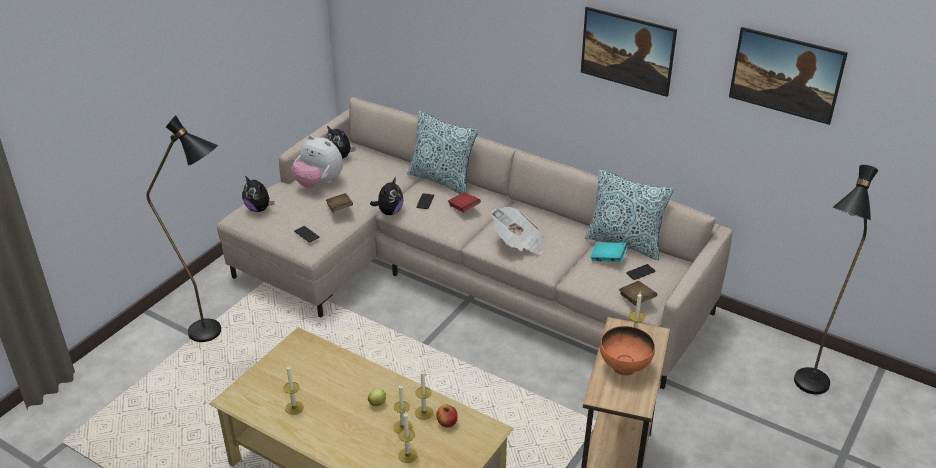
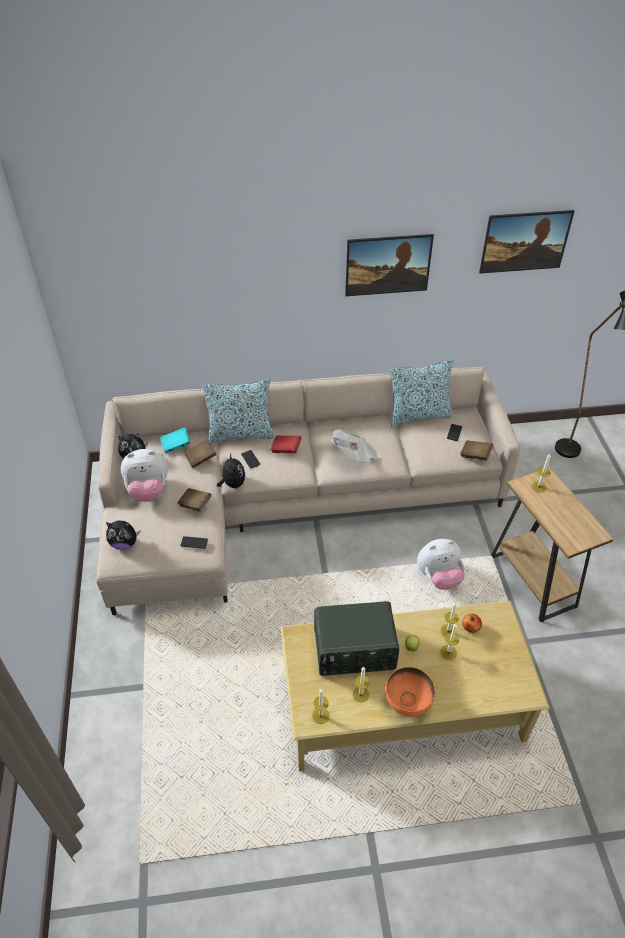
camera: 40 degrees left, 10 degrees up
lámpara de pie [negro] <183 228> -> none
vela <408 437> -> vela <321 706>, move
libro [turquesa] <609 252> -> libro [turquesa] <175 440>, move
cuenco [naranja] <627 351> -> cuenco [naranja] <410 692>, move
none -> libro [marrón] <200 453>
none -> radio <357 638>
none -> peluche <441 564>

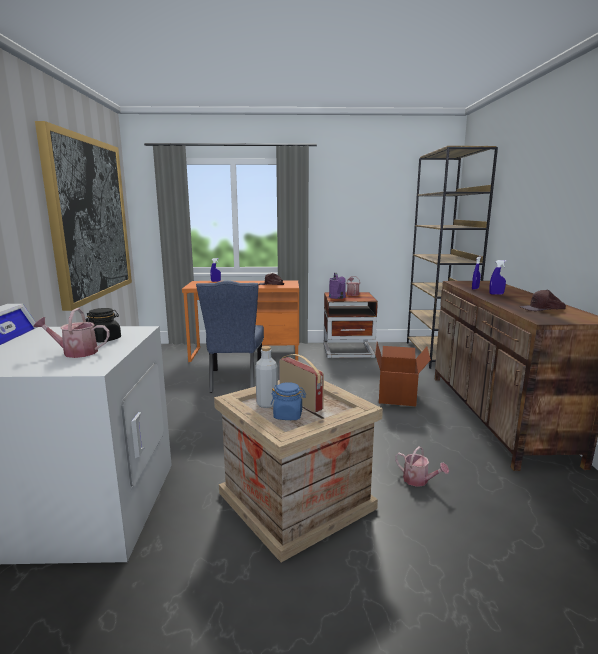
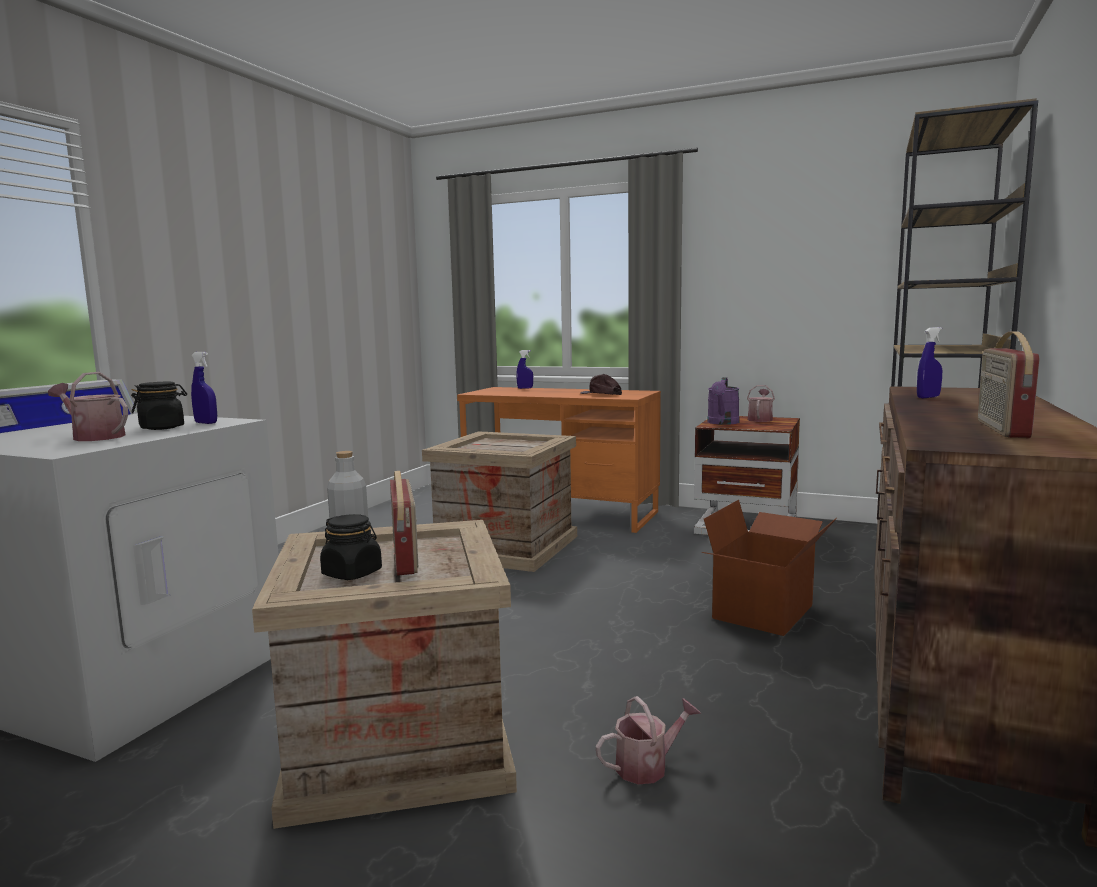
camera: 25 degrees right, 5 degrees down
cuadro <83 216> -> none
silla [azul] <230 337> -> caja de embalaje <499 501>
tarro [azul] <288 401> -> tarro [negro] <351 547>
regadera <422 467> -> regadera <648 740>, 90 degrees counterclockwise
pulverizador [azul] <498 277> -> pulverizador [azul] <204 388>, move
gorra [marrón] <542 300> -> radio <1009 384>

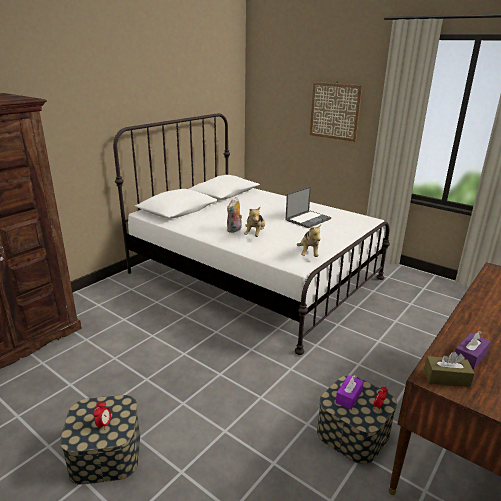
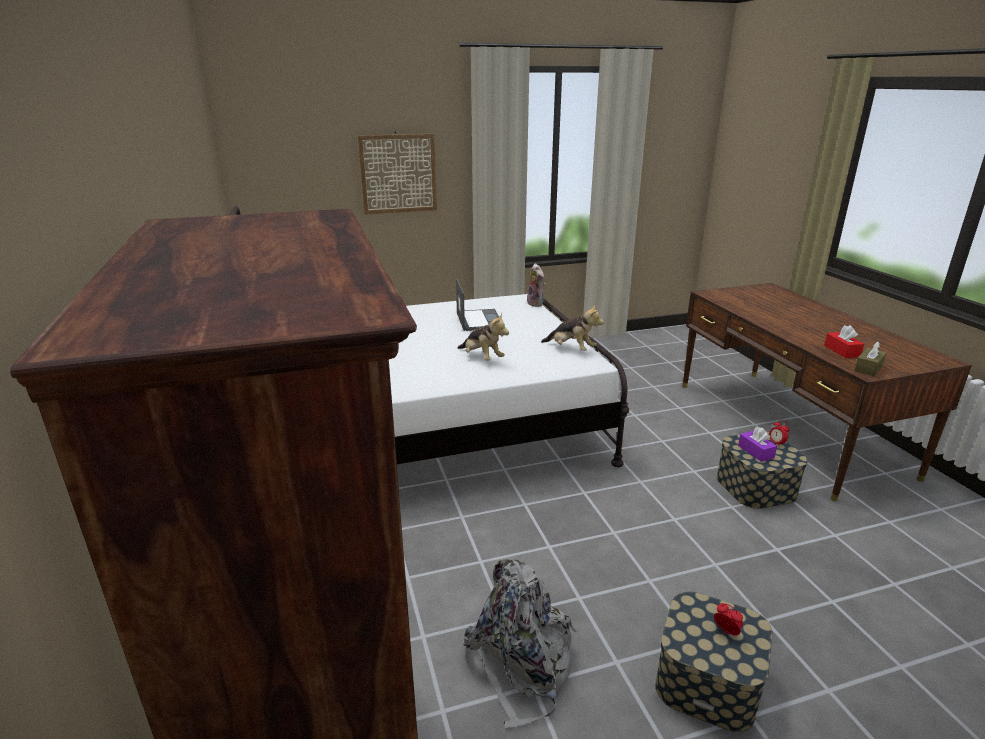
camera: 55 degrees left, 0 degrees up
peluche <234 215> -> peluche <535 285>, move
caja de pañuelos [morado] <473 350> -> caja de pañuelos [rojo] <844 341>
none -> mochila [gris] <519 644>

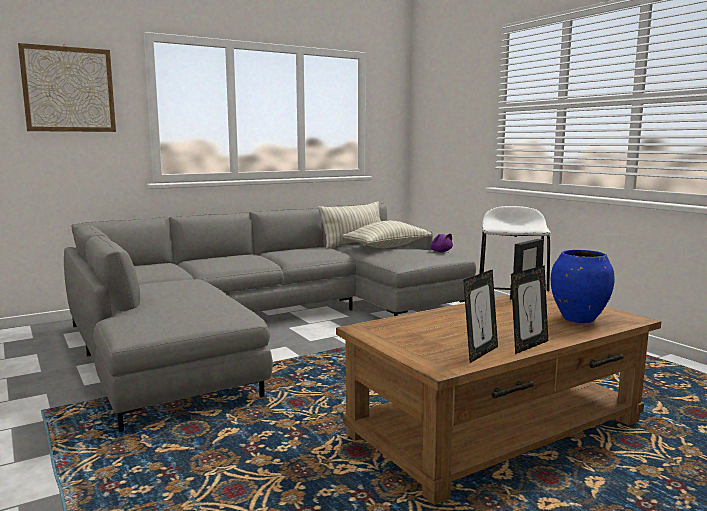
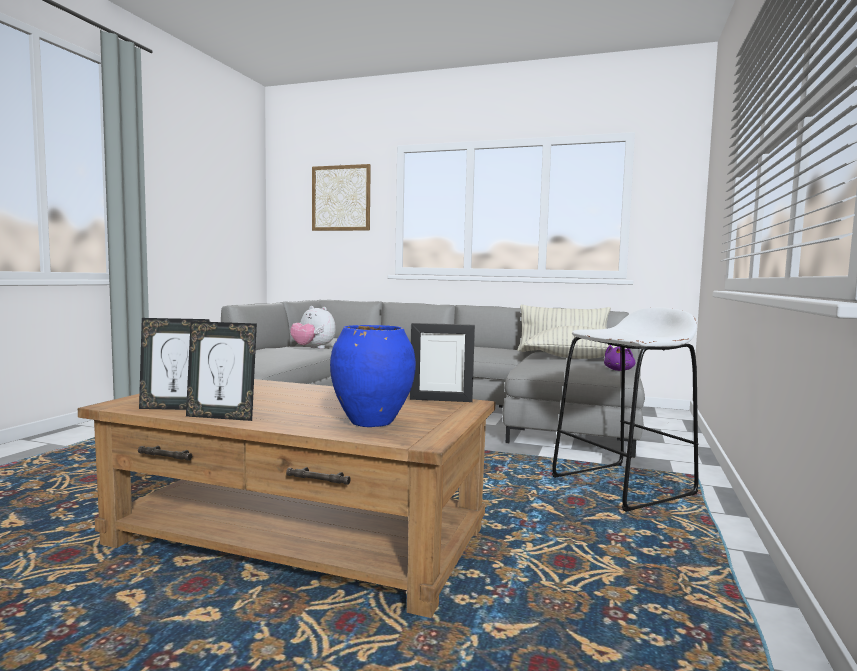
camera: 50 degrees right, 5 degrees down
none -> peluche <313 327>

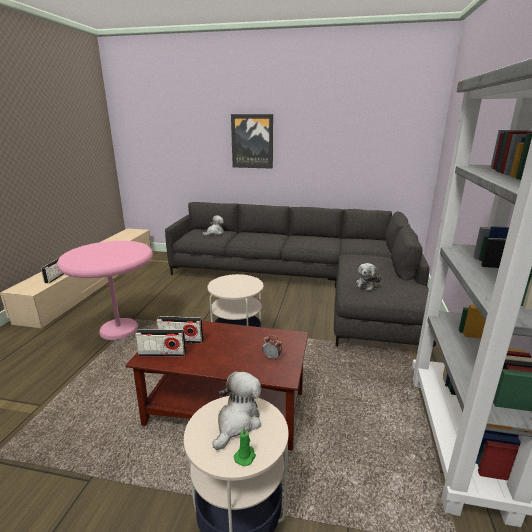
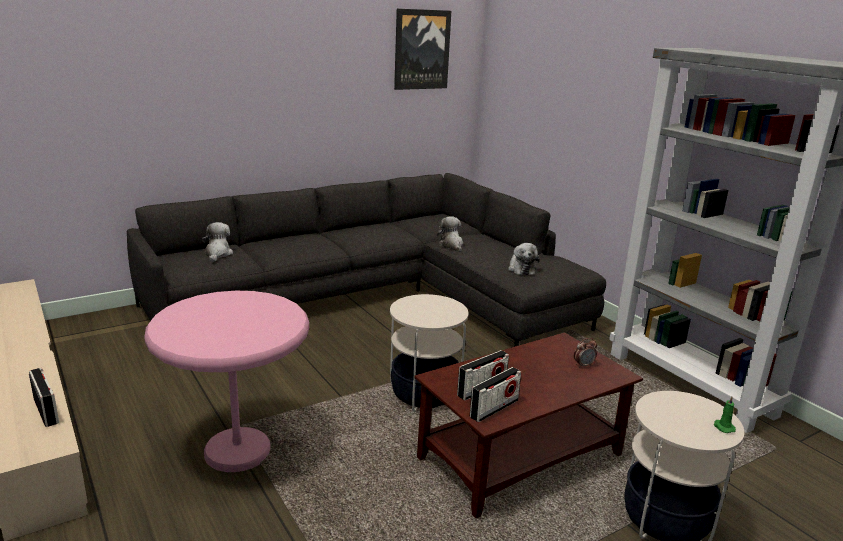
camera: 45 degrees left, 0 degrees up
peluche <237 410> -> peluche <450 234>, move
cuadro <252 141> -> cuadro <422 49>, move

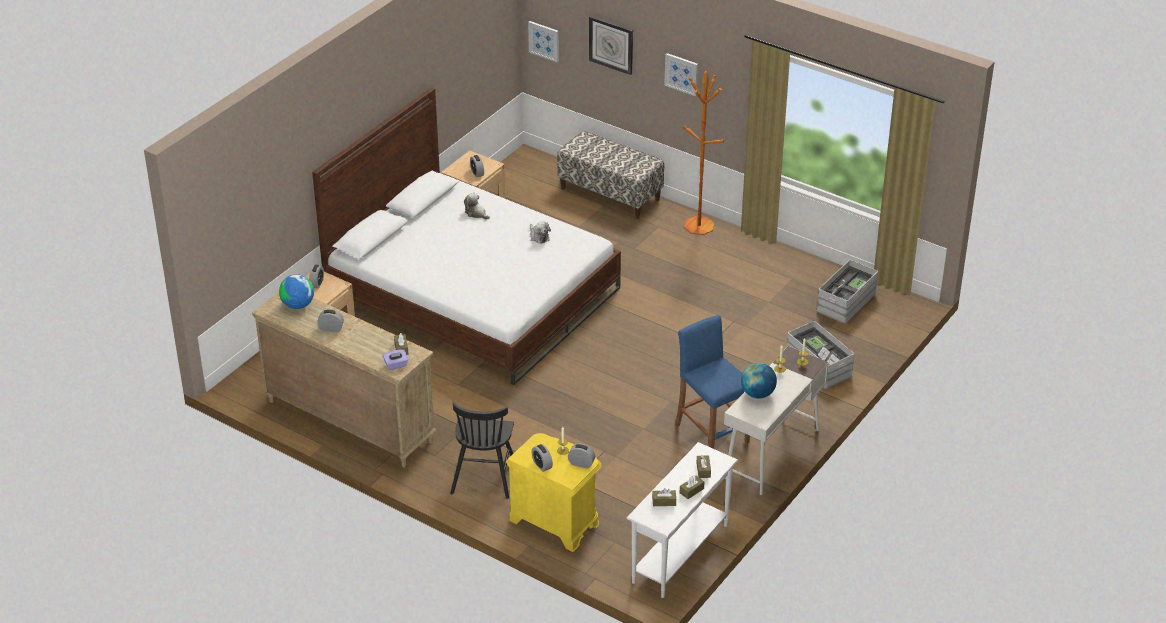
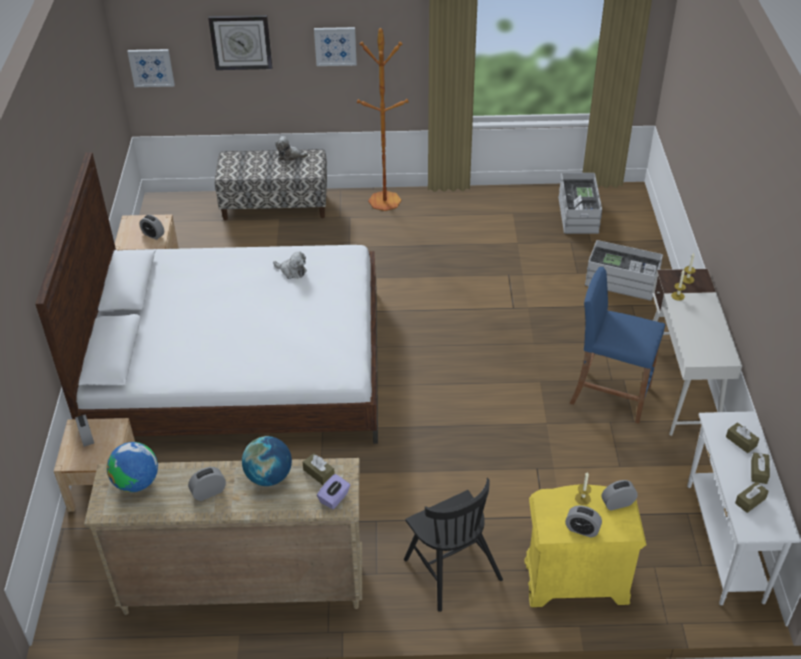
camera: 35 degrees left, 5 degrees up
peluche <477 206> -> peluche <291 149>, move
globo terráqueo <759 380> -> globo terráqueo <267 461>, move

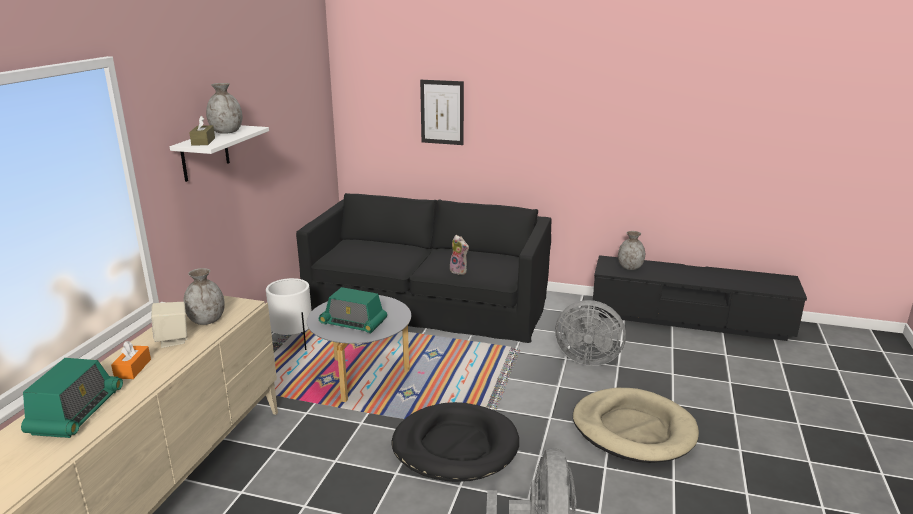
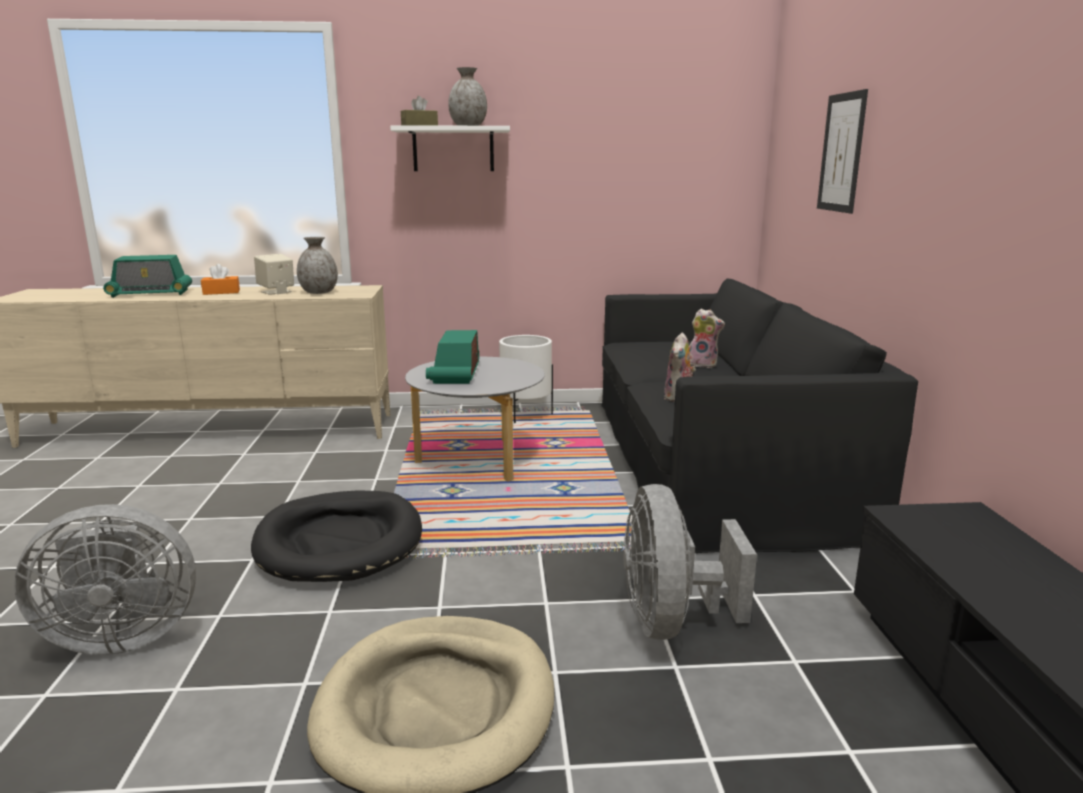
camera: 70 degrees right, 5 degrees down
florero [gris] <631 250> -> none
none -> peluche <707 338>

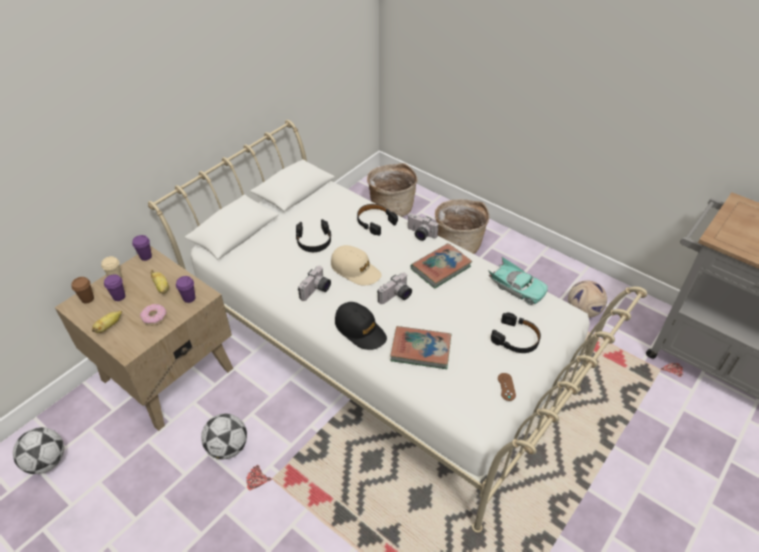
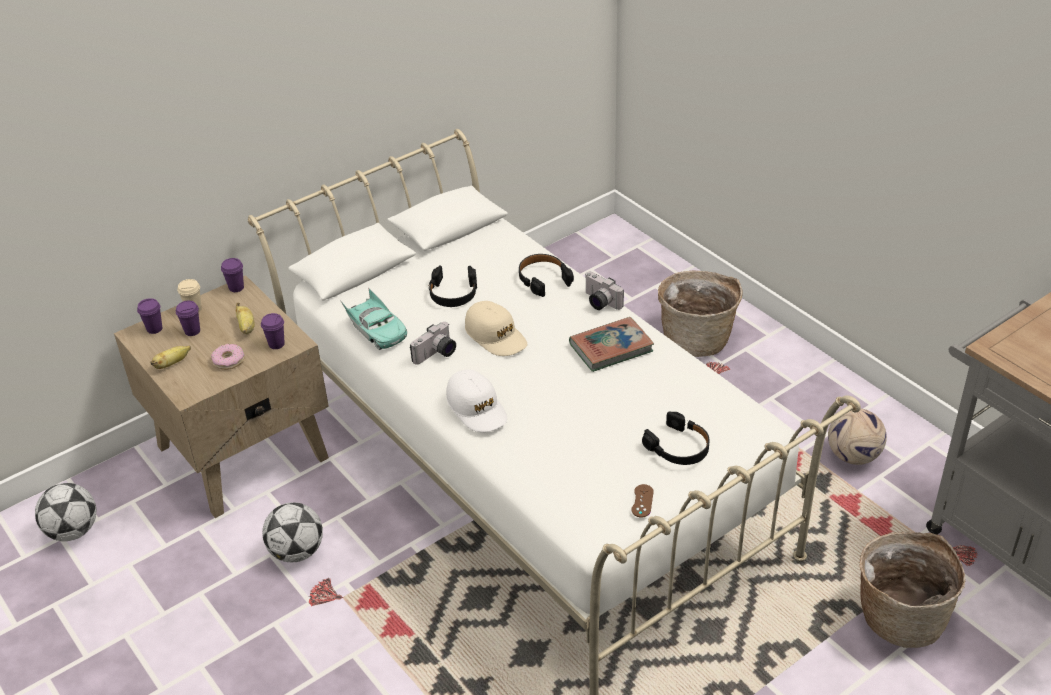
camera: 15 degrees right, 5 degrees down
taza [marrón] <82 290> -> taza [morado] <149 316>
gorra [negro] <361 326> -> gorra [blanco] <476 400>
cesta <392 190> -> cesta <913 590>, move
cámara <394 288> -> none
libro <421 347> -> none
coche de juguete [turquesa] <518 281> -> coche de juguete [turquesa] <373 318>, move

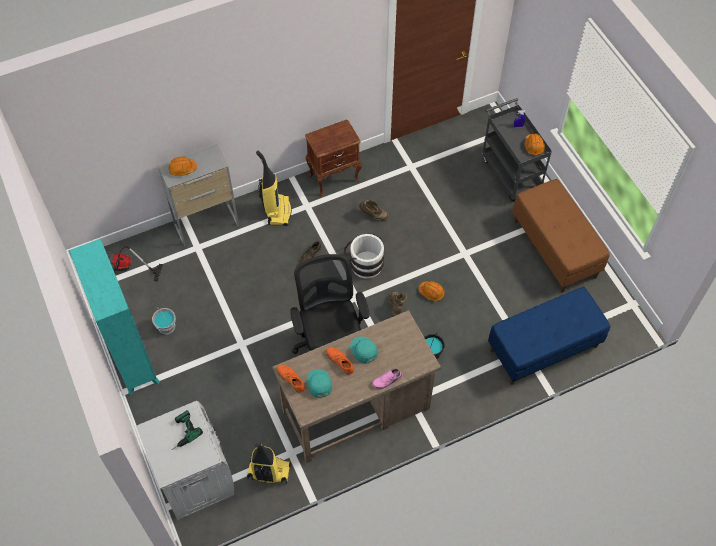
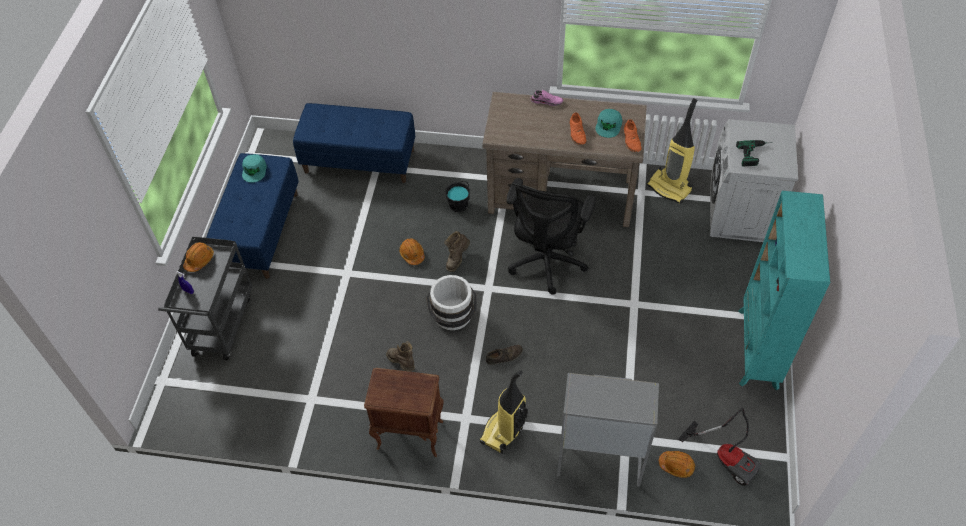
camera: 145 degrees left, 5 degrees down
cubo [gris] <164 321> -> none
casco [naranja] <183 166> -> casco [naranja] <677 464>, move
gorra [turquesa] <364 350> -> gorra [turquesa] <254 168>, move
banco [marrón] <561 235> -> banco [azul] <252 216>

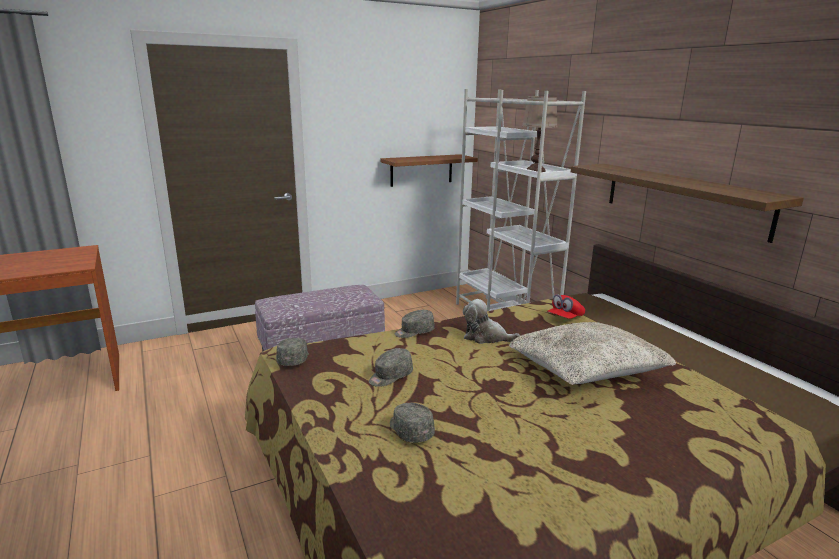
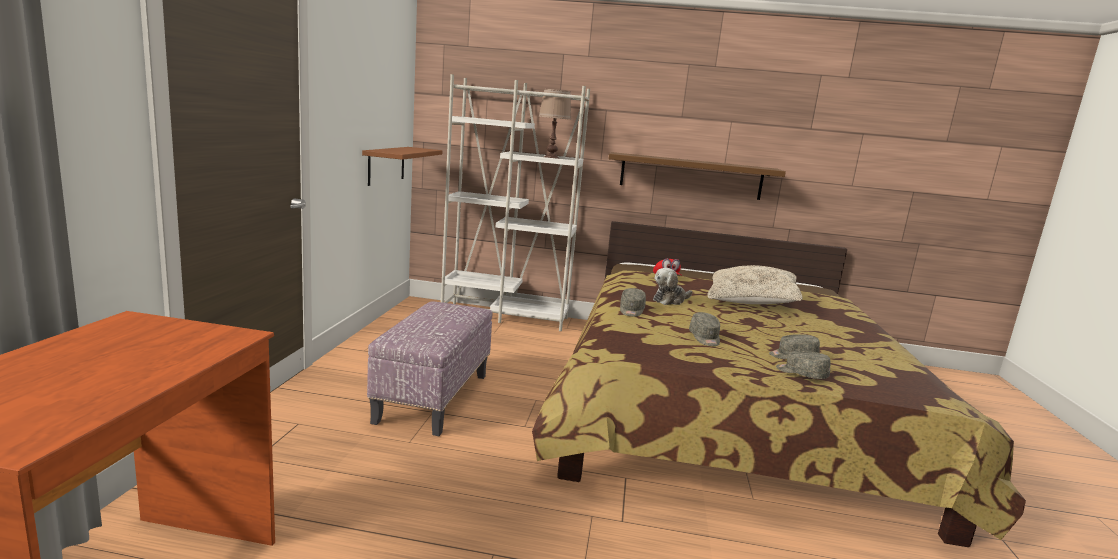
camera: 55 degrees left, 5 degrees down
gorra [gris] <292 352> -> gorra [gris] <803 365>, move

